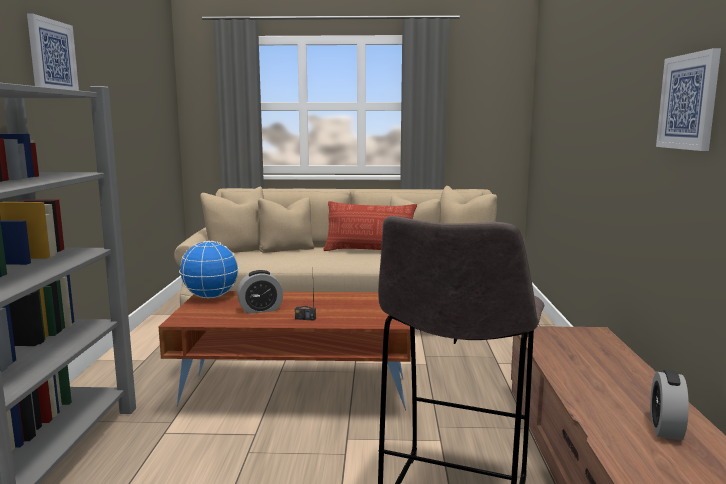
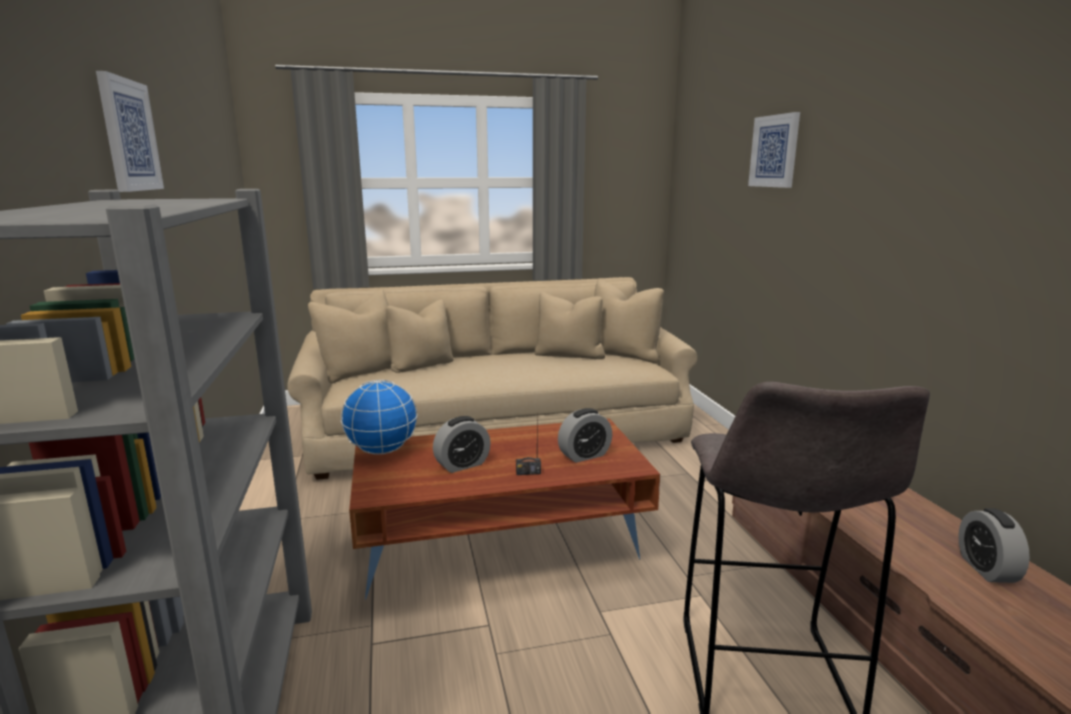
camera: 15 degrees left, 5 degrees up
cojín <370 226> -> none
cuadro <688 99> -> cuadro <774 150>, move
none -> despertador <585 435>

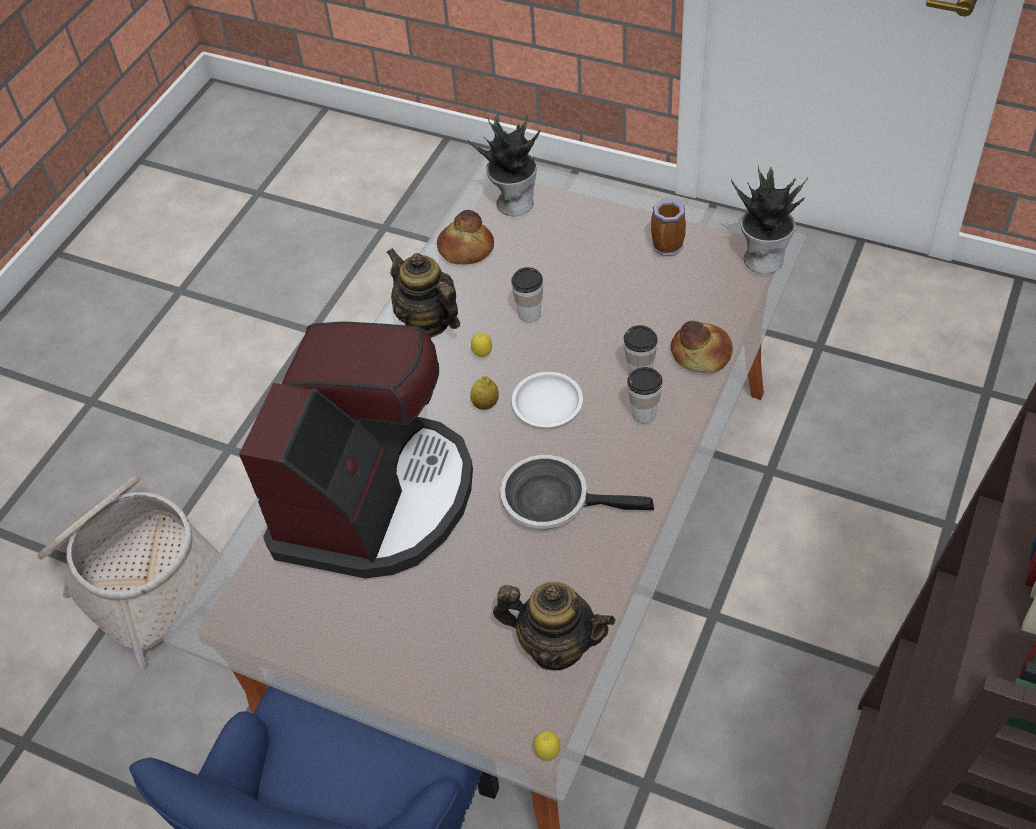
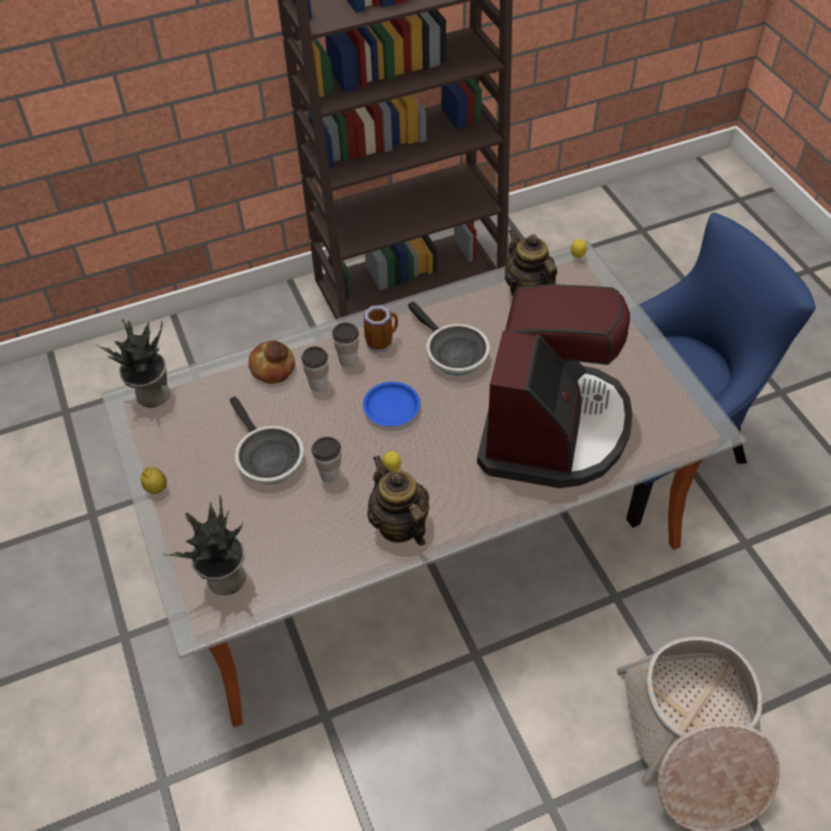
camera: 140 degrees left, 0 degrees up
cafetera <356 449> -> cafetera <554 386>, 135 degrees clockwise
tetera <423 293> -> tetera <398 500>, 150 degrees clockwise
pan <465 237> -> none
limón <484 393> -> limón <154 480>, move
plato [blanco] <547 399> -> plato [azul] <391 404>
taza grande <668 227> -> taza grande <381 328>, move
none -> sartén <267 440>

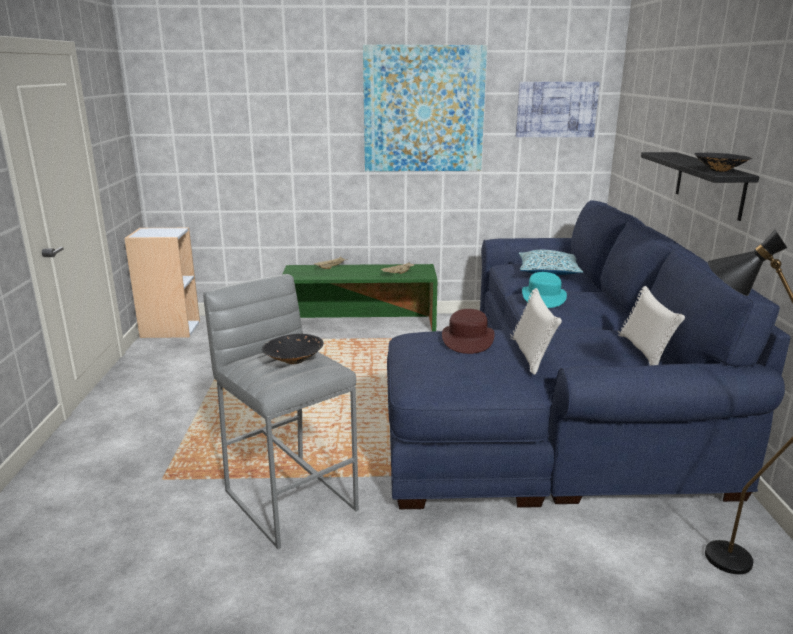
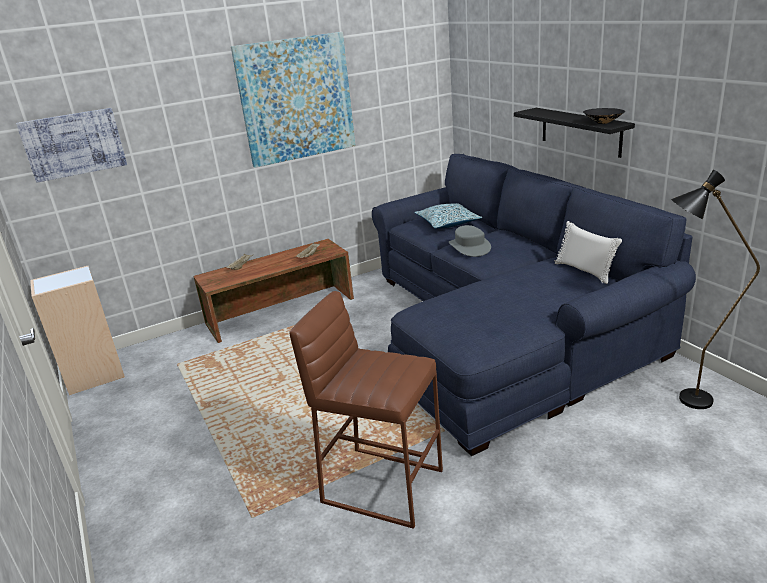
camera: 25 degrees left, 5 degrees up
taburete [gris] <281 411> -> taburete [marrón] <366 410>
cuenco [negro] <293 349> -> none
banco [verde] <360 297> -> banco [marrón] <273 291>
sombrero [marrón] <468 331> -> none
cojín [blanco] <536 331> -> none
cuadro <558 109> -> cuadro <71 145>, move
sombrero [turquesa] <544 290> -> sombrero [gris] <470 241>

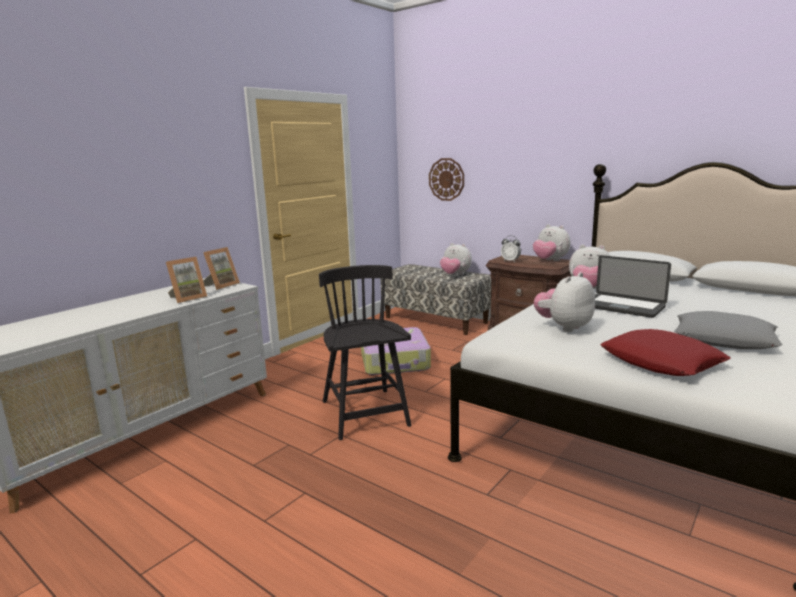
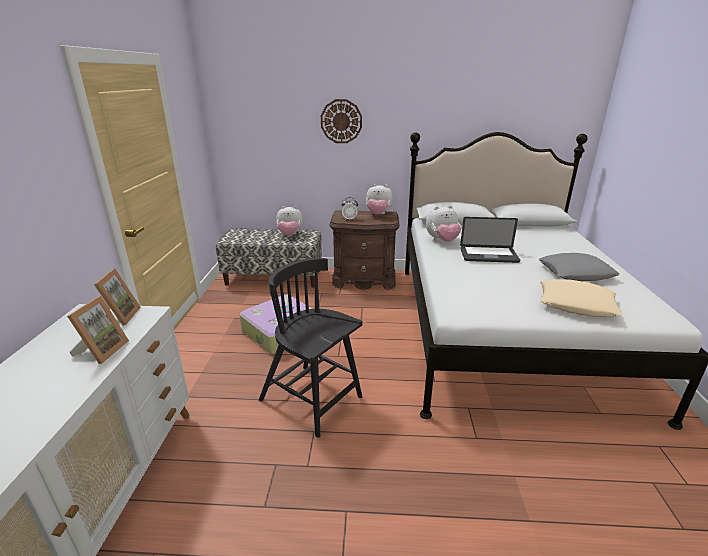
camera: 35 degrees left, 10 degrees up
reloj de pared <446 179> -> reloj de pared <341 121>, move
peluche <564 302> -> none
cojín [rojo] <665 352> -> cojín [beis] <581 298>

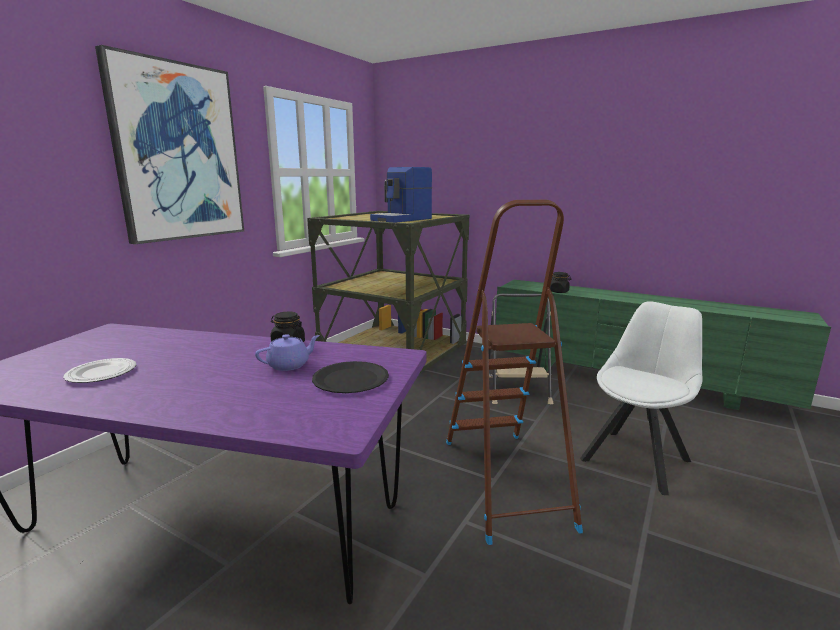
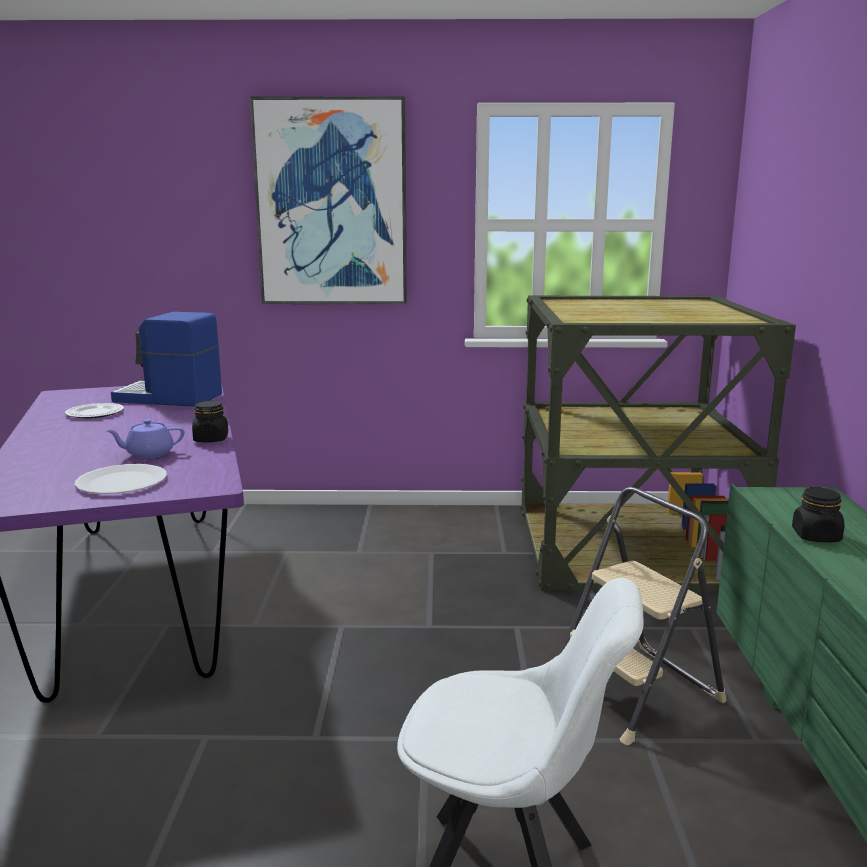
camera: 60 degrees right, 0 degrees up
tetera [morado] <287 352> -> tetera [morado] <145 438>, 135 degrees clockwise
plato [negro] <350 377> -> plato [blanco] <121 479>
cafetera <401 195> -> cafetera <166 359>, move
escalera de tijera [marrón] <514 372> -> none

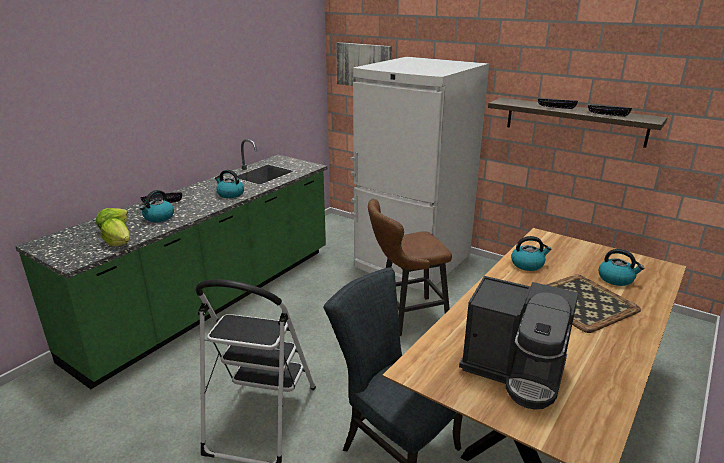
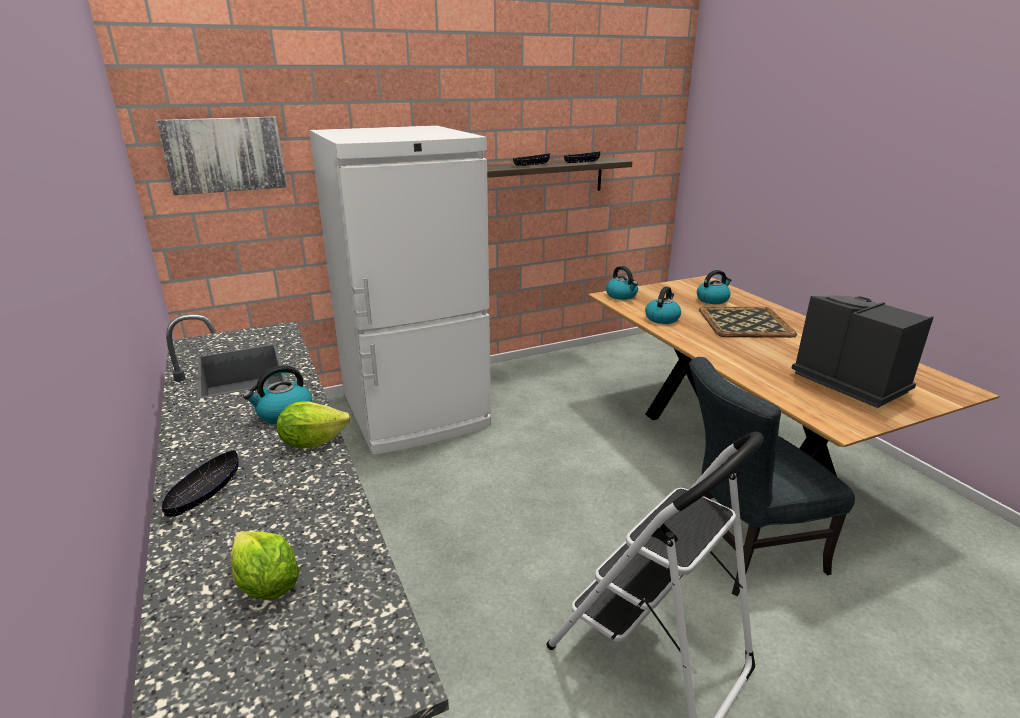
camera: 60 degrees left, 0 degrees up
lechuga <115 232> -> lechuga <314 425>, move
hervidor <157 206> -> hervidor <622 283>, move
taburete [marrón] <410 267> -> none
cafetera <519 343> -> cafetera <862 351>, 90 degrees counterclockwise

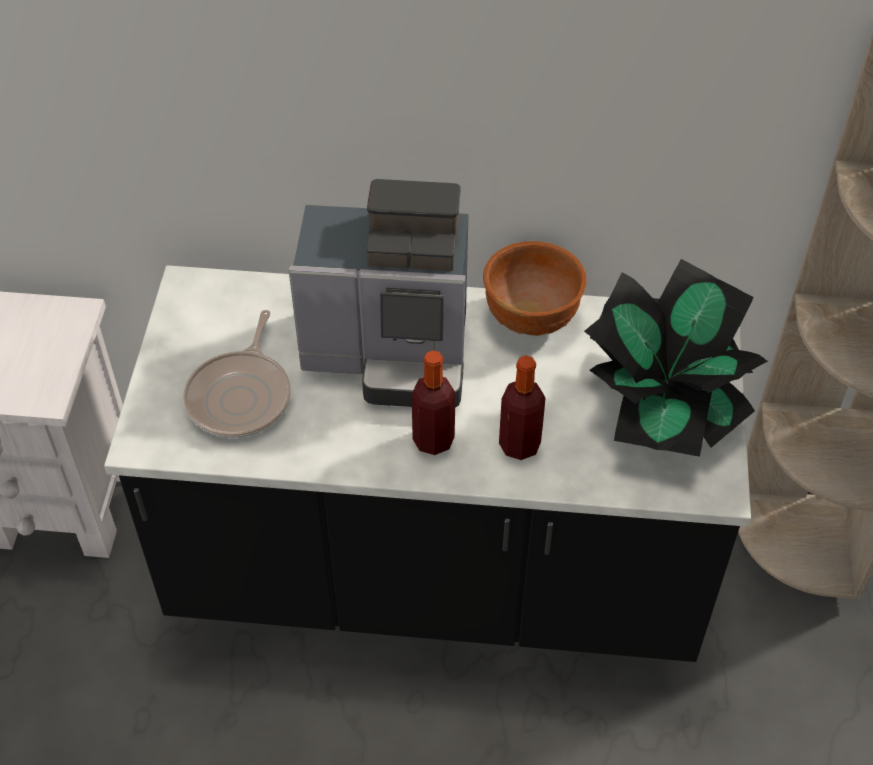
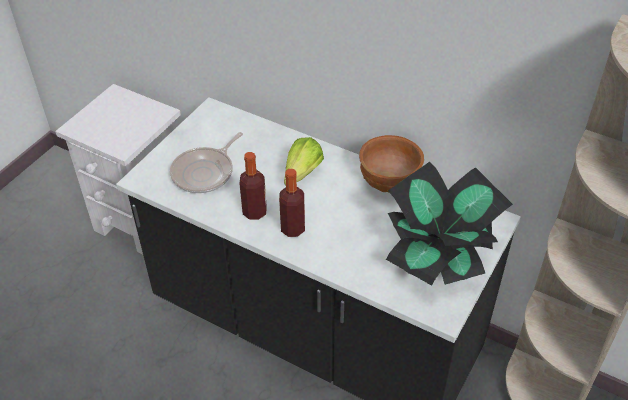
camera: 25 degrees right, 5 degrees down
cafetera <379 293> -> lechuga <304 161>
botella <522 407> -> botella <253 186>, move

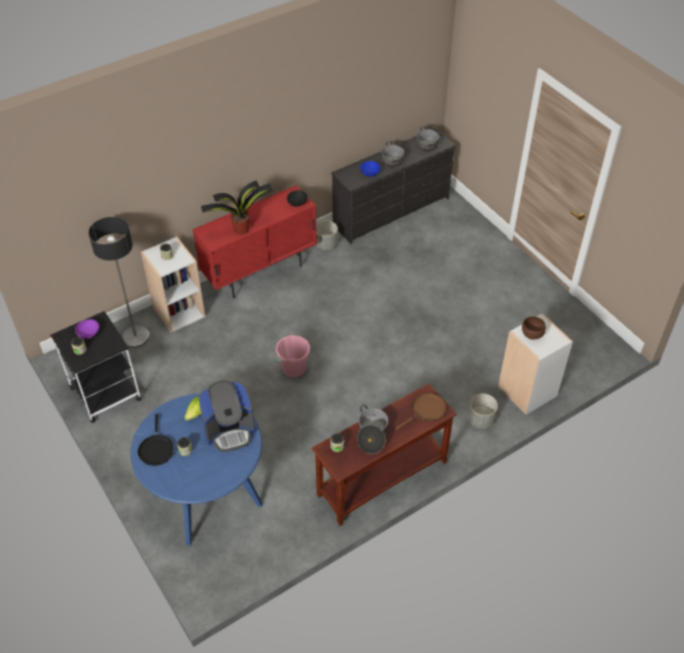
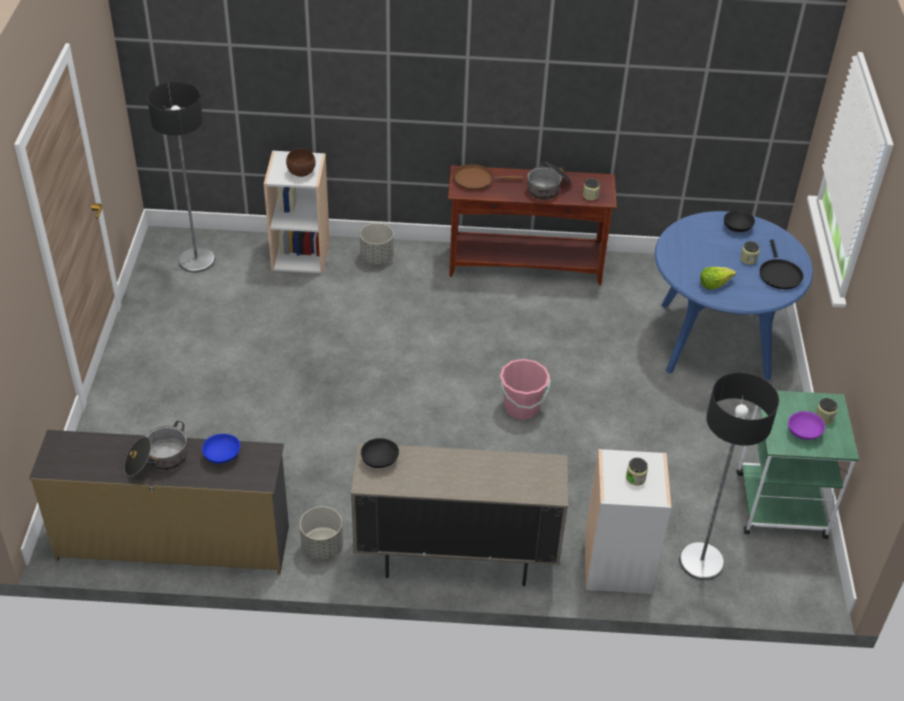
camera: 145 degrees left, 5 degrees down
carrito [negro] <95 367> -> carrito [verde] <797 465>
sartén [negro] <156 440> -> sartén [negro] <782 264>, 150 degrees clockwise
armario [rojo] <254 241> -> armario [beis] <459 514>
cafetera <227 416> -> none
planta en maceta <237 207> -> none
olla <430 138> -> none
none -> lámpara de pie <181 177>
none -> cuenco [negro] <739 221>

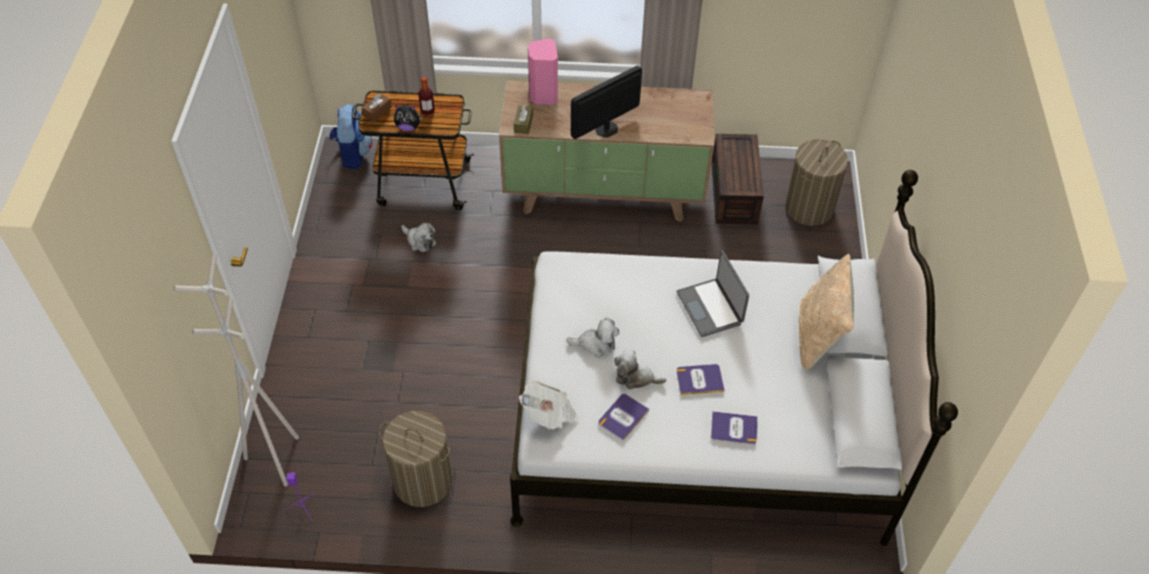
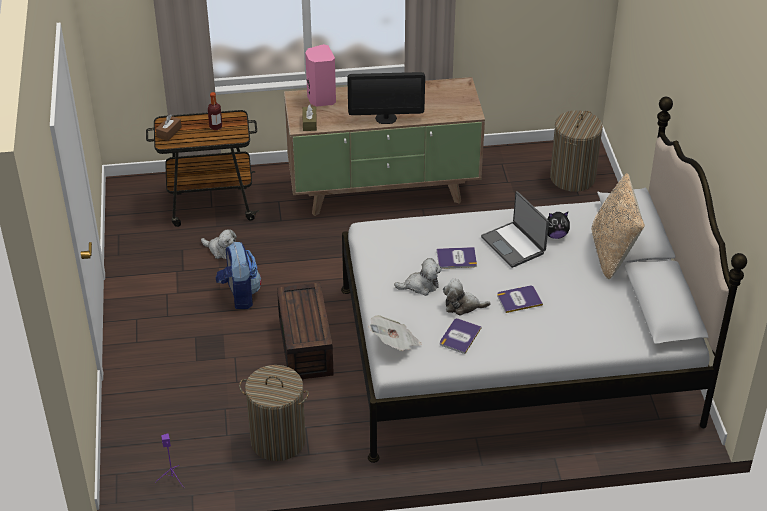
camera: 10 degrees left, 10 degrees down
perchero [gris] <236 370> -> none
mochila <351 137> -> mochila <238 275>, move
peluche <408 118> -> peluche <558 225>, move
monitor <606 102> -> monitor <386 98>, 135 degrees counterclockwise
libro <734 428> -> libro <457 258>, move
caja de almacenaje [marrón] <738 179> -> caja de almacenaje [marrón] <305 330>, move

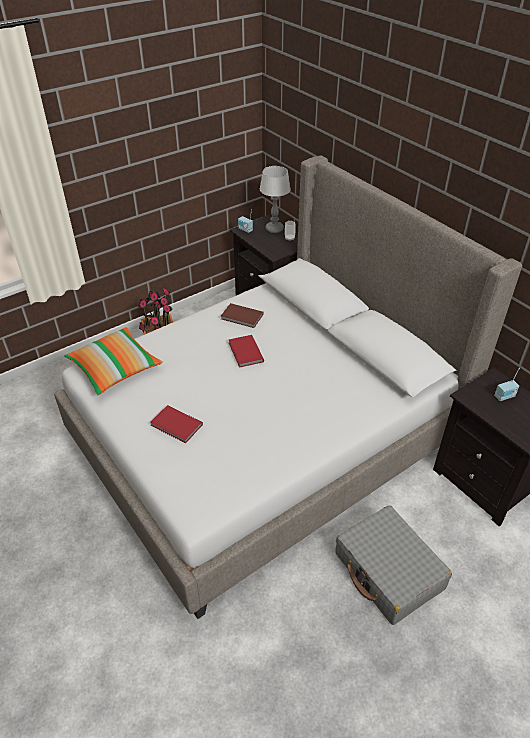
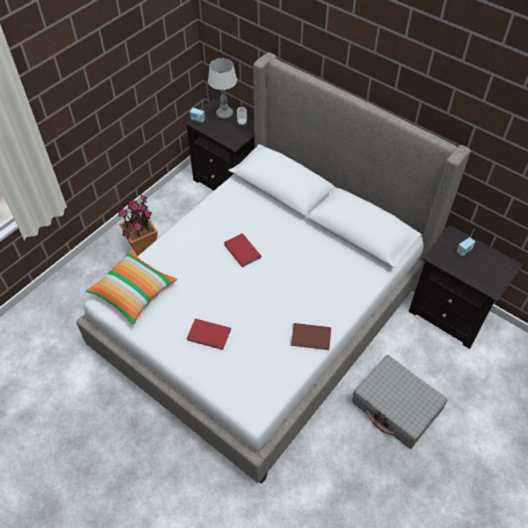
camera: 15 degrees left, 10 degrees up
libro [marrón] <242 315> -> libro [marrón] <311 336>, move

